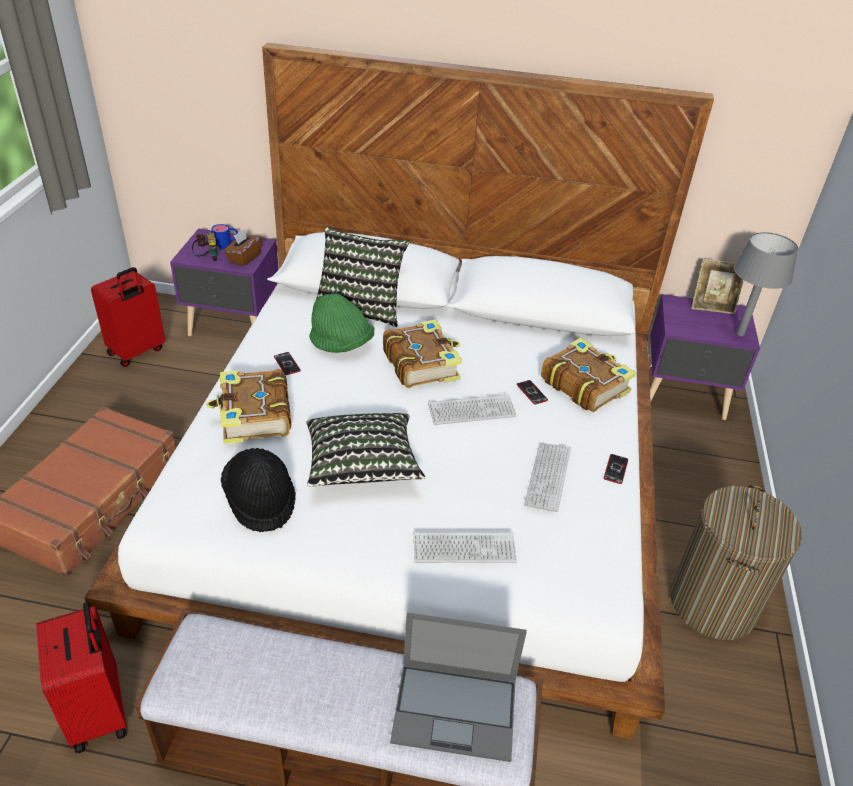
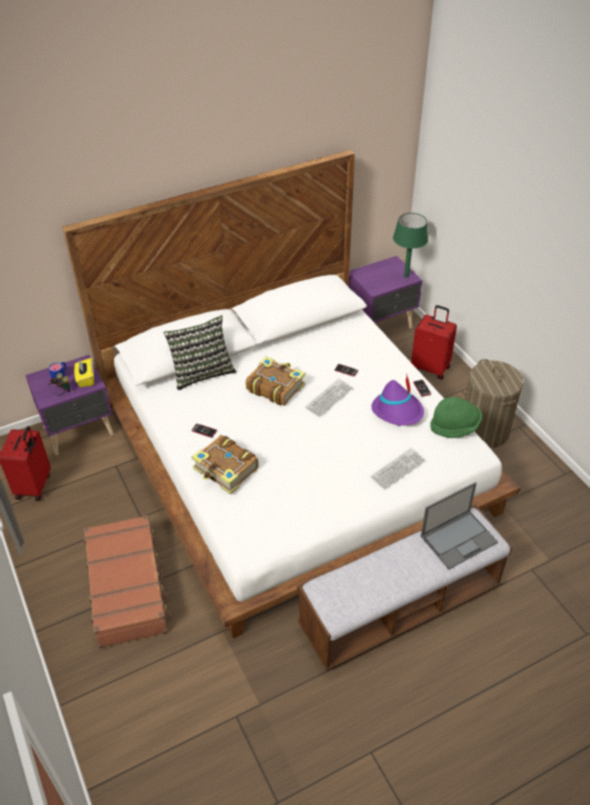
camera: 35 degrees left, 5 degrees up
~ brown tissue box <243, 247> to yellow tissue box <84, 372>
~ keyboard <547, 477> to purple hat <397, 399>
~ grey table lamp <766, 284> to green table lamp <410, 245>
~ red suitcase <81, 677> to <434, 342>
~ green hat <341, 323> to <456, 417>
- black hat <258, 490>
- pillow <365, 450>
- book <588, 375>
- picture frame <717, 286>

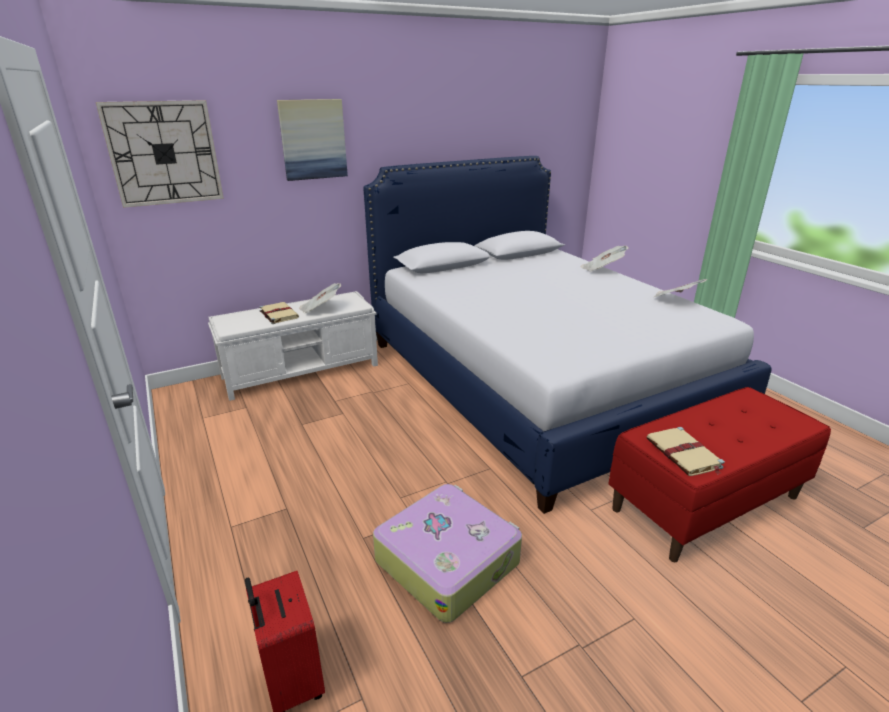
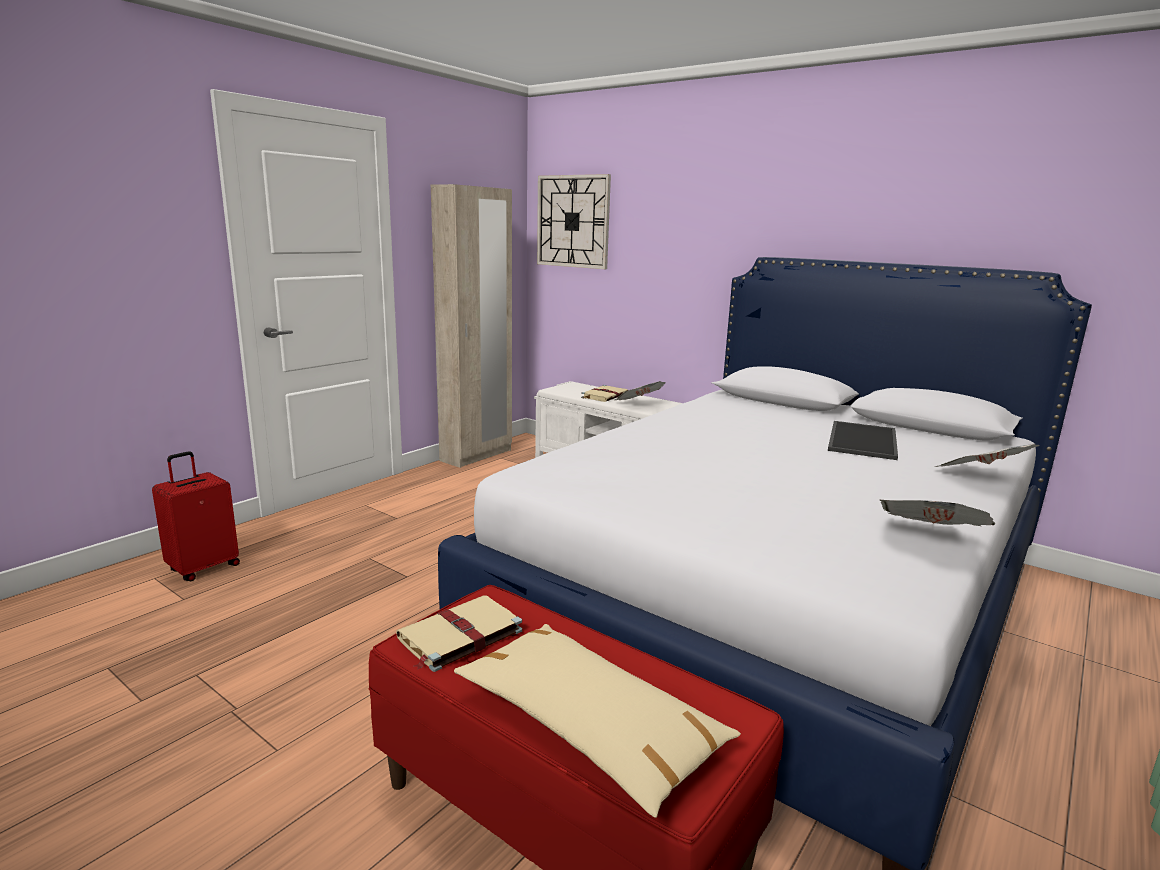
camera: 65 degrees right, 10 degrees down
+ beige wardrobe <471, 326>
+ beige pillow <597, 721>
+ tray <863, 440>
- picture <312, 140>
- suitcase <447, 553>

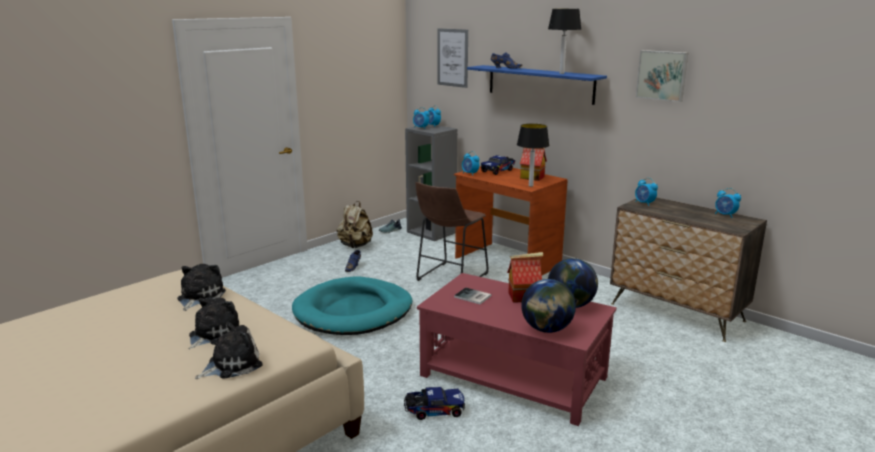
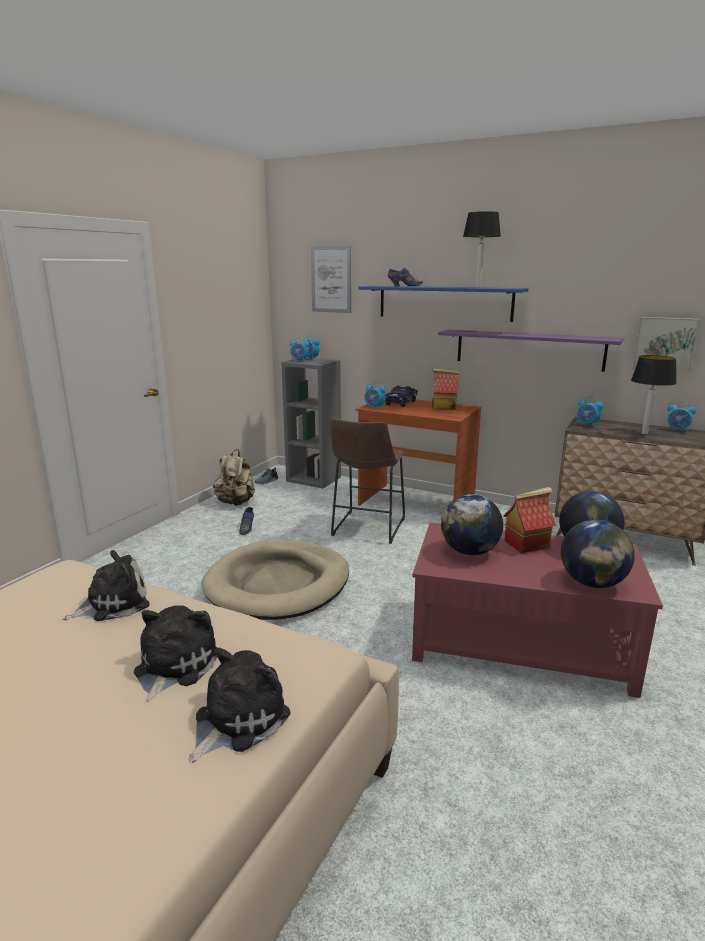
camera: 15 degrees left, 0 degrees up
~ plush toy <201, 287> = <106, 585> 60 degrees clockwise
~ turquoise dog bed <352, 306> to beige dog bed <275, 579>
+ purple shelf <531, 350>
~ book <473, 296> to globe <472, 524>
~ table lamp <533, 155> to <654, 394>
~ picture <662, 76> to <666, 345>
- toy truck <434, 403>

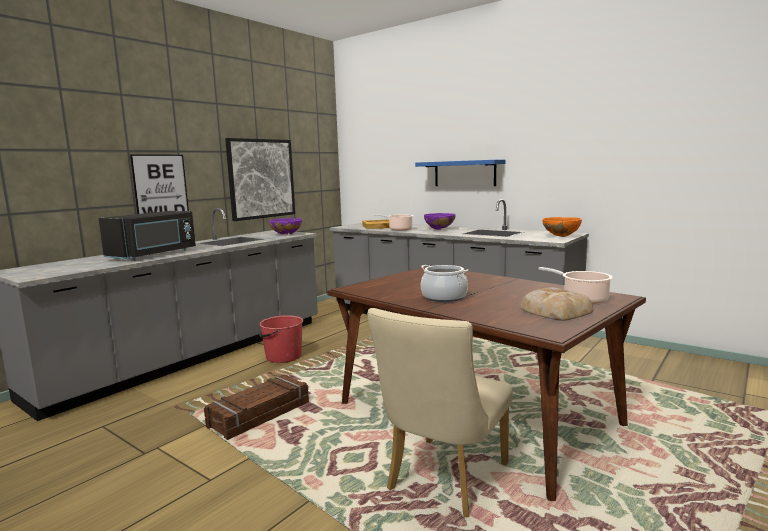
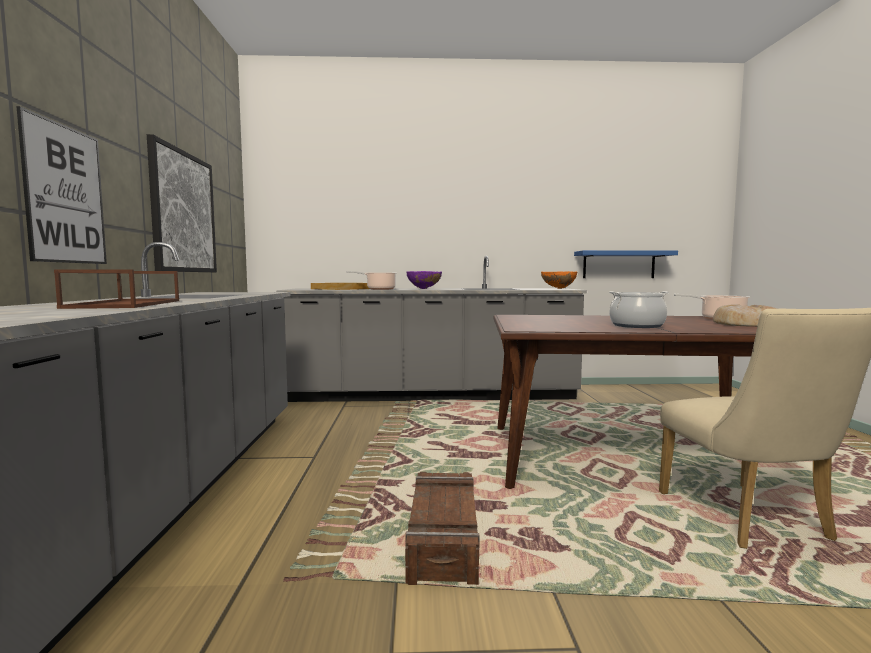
camera: 40 degrees left, 5 degrees down
~ black microwave <147, 235> to brown tray <116, 289>
~ blue shelf <460, 173> to <626, 264>
- red bucket <281, 339>
- purple bowl <285, 226>

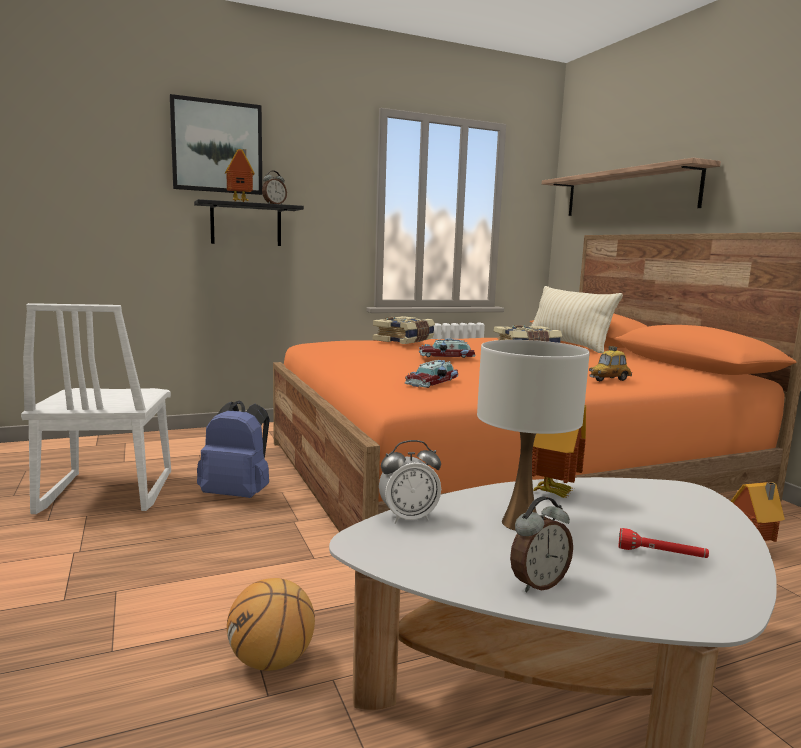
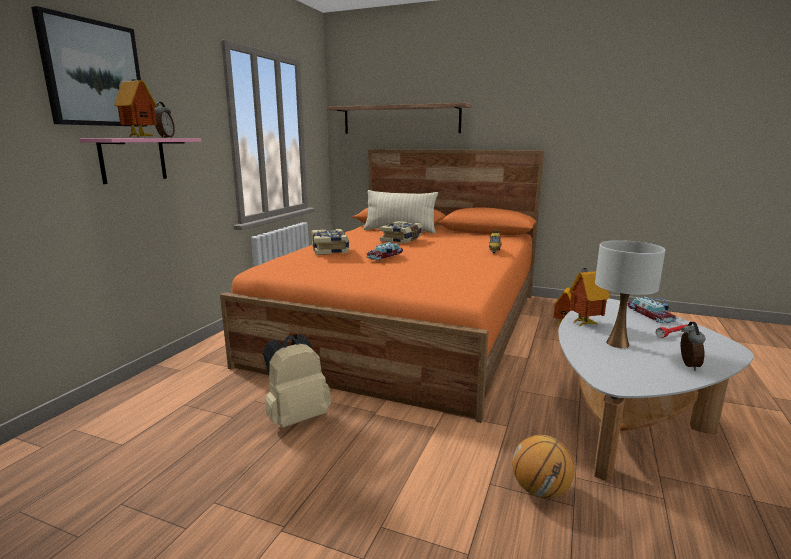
camera: 45 degrees left, 5 degrees up
~ black shelf <249, 222> to pink shelf <140, 161>
~ blue backpack <233, 449> to beige backpack <297, 381>
~ toy car <431, 374> to <652, 309>
- white chair <96, 408>
- alarm clock <410, 482>

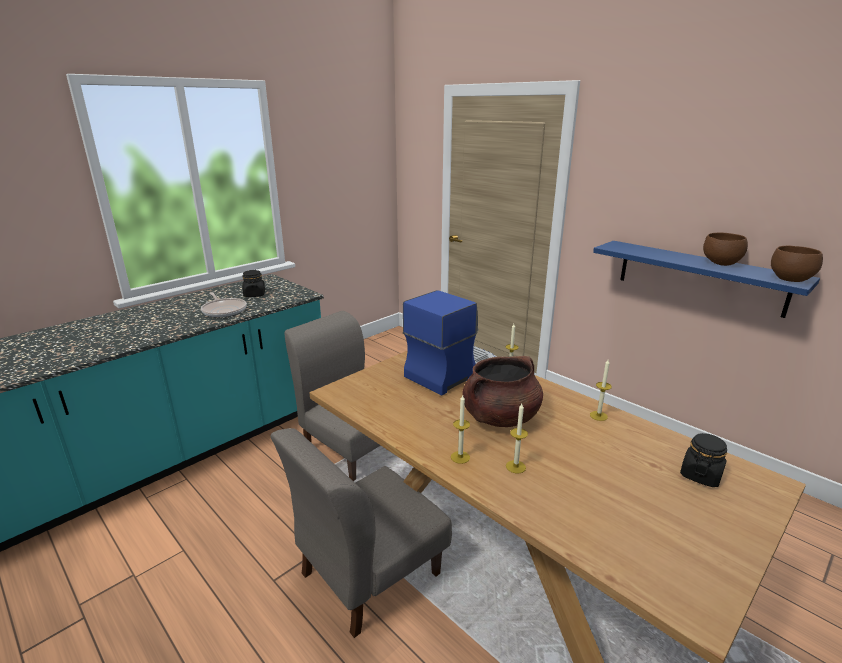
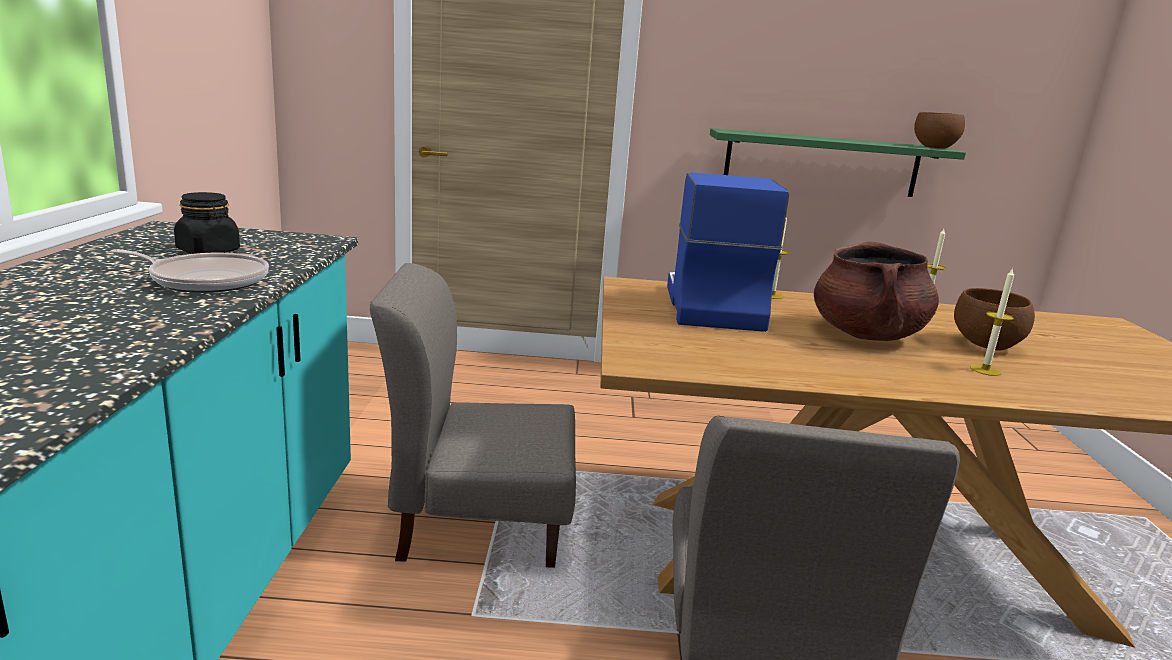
camera: 45 degrees left, 5 degrees down
~ blue shelf <706, 279> to green shelf <838, 162>
~ brown bowl <725, 249> to <994, 319>
- candle <460, 429>
- black jar <703, 460>

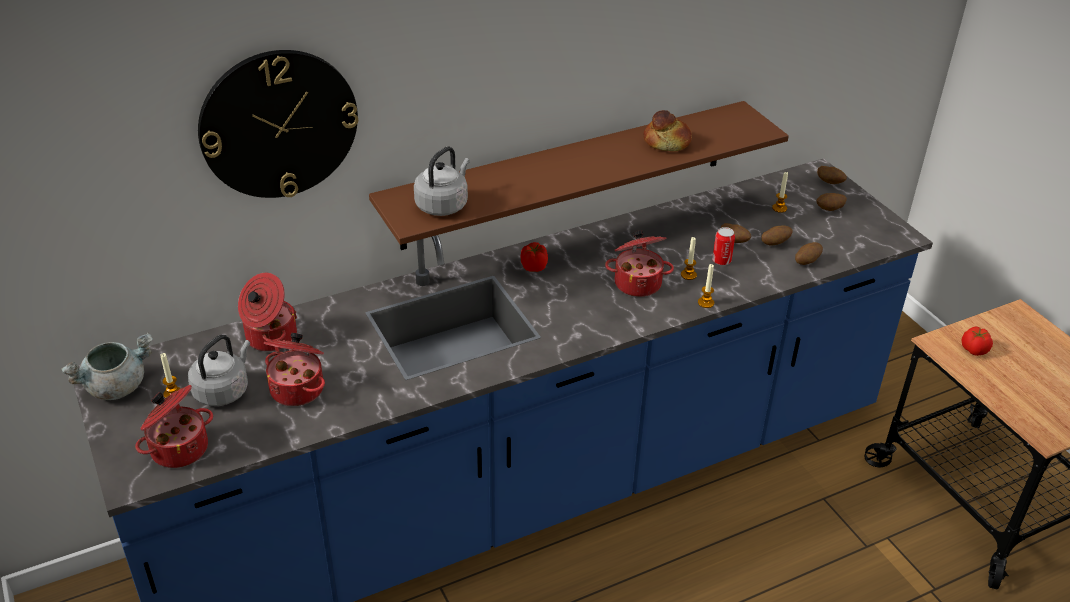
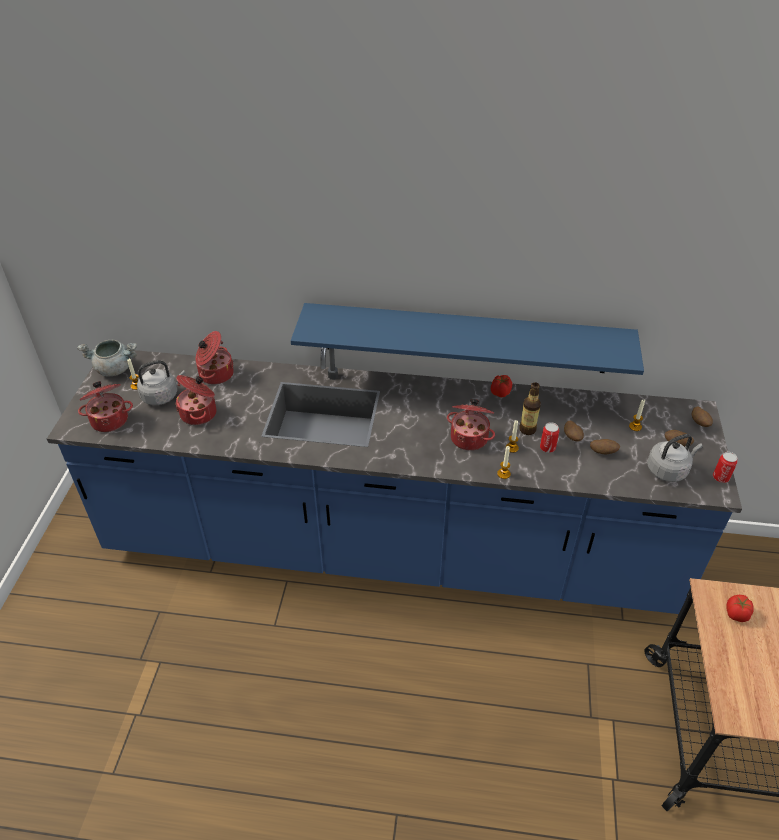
camera: 35 degrees right, 5 degrees up
~ brown shelf <579, 175> to blue shelf <467, 339>
~ tomato <534, 257> to <501, 386>
+ bottle <530, 408>
~ grey kettle <442, 181> to <675, 458>
+ can <725, 467>
- wall clock <278, 124>
- bread <667, 130>
- potato <809, 253>

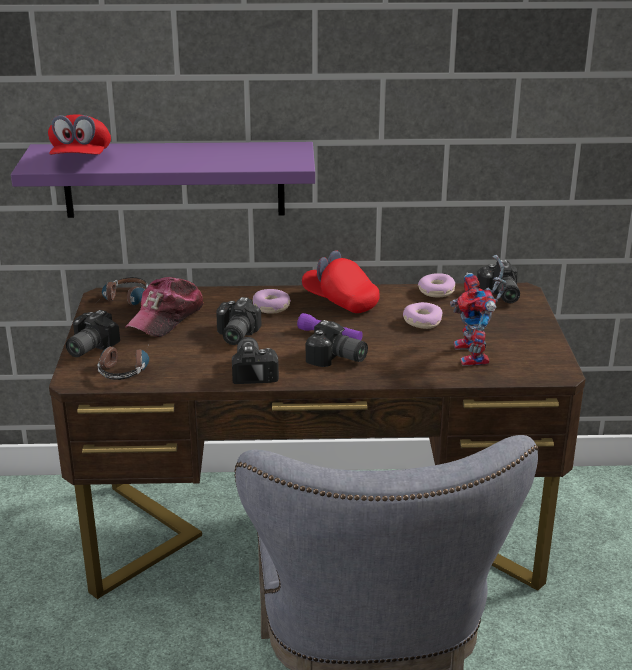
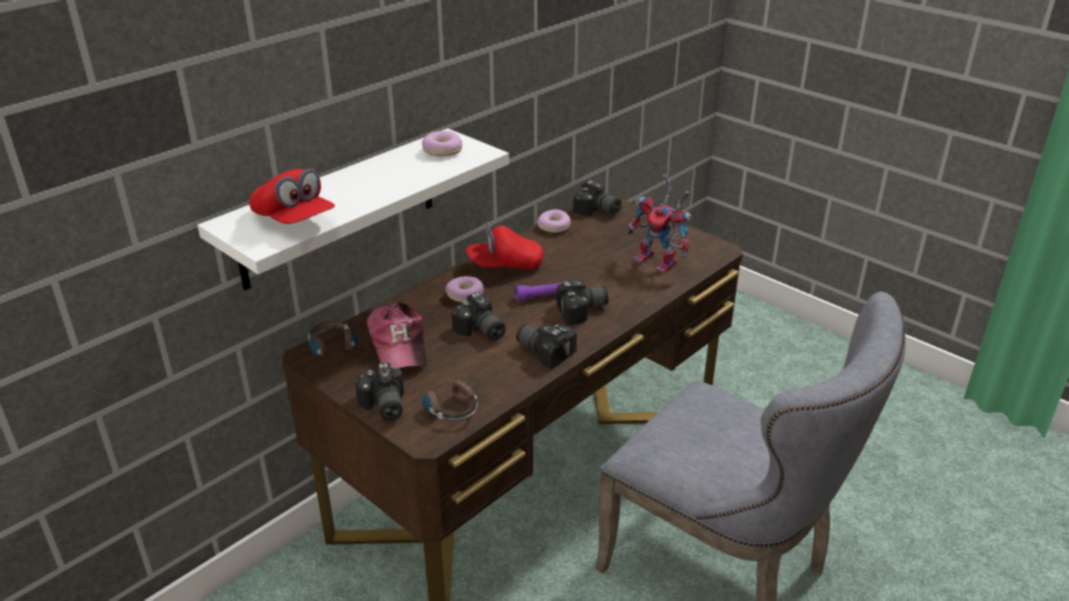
camera: 45 degrees left, 5 degrees up
~ purple shelf <163, 180> to white shelf <353, 209>
~ donut <423, 315> to <442, 143>

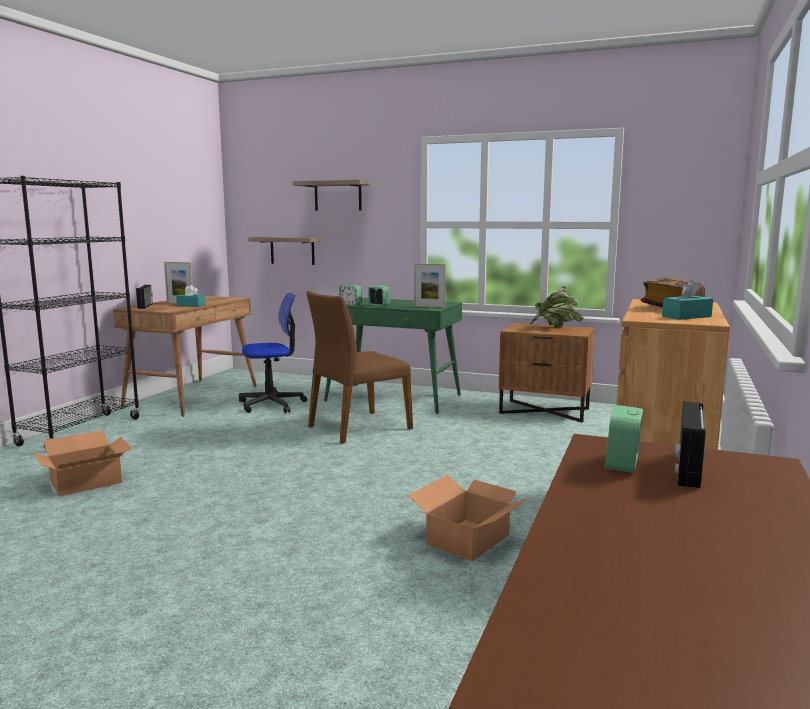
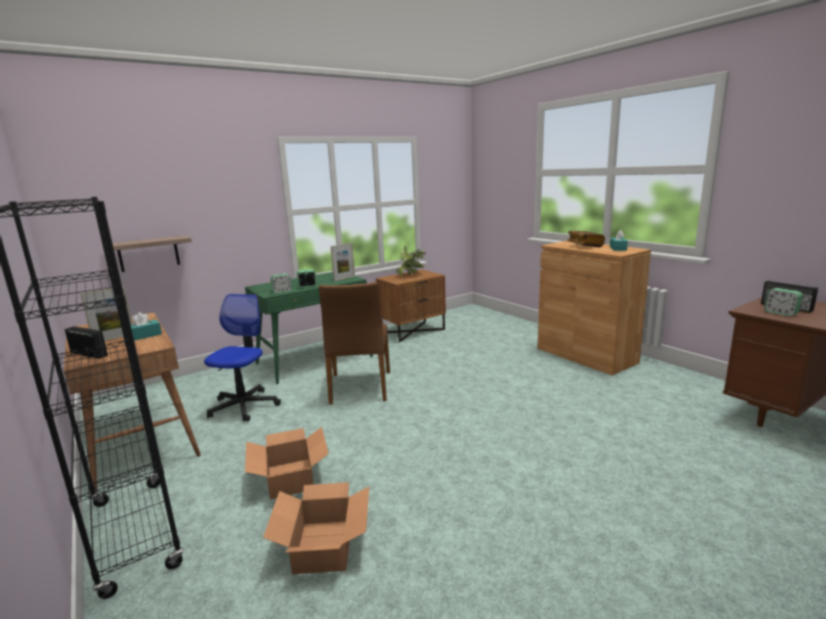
camera: 55 degrees left, 5 degrees up
~ cardboard box <469, 518> to <287, 463>
- shelf <332, 195>

